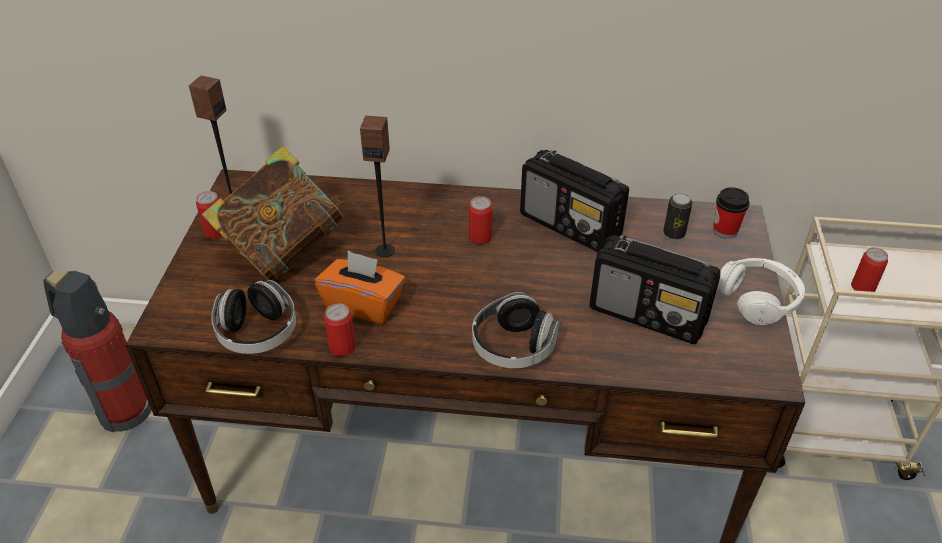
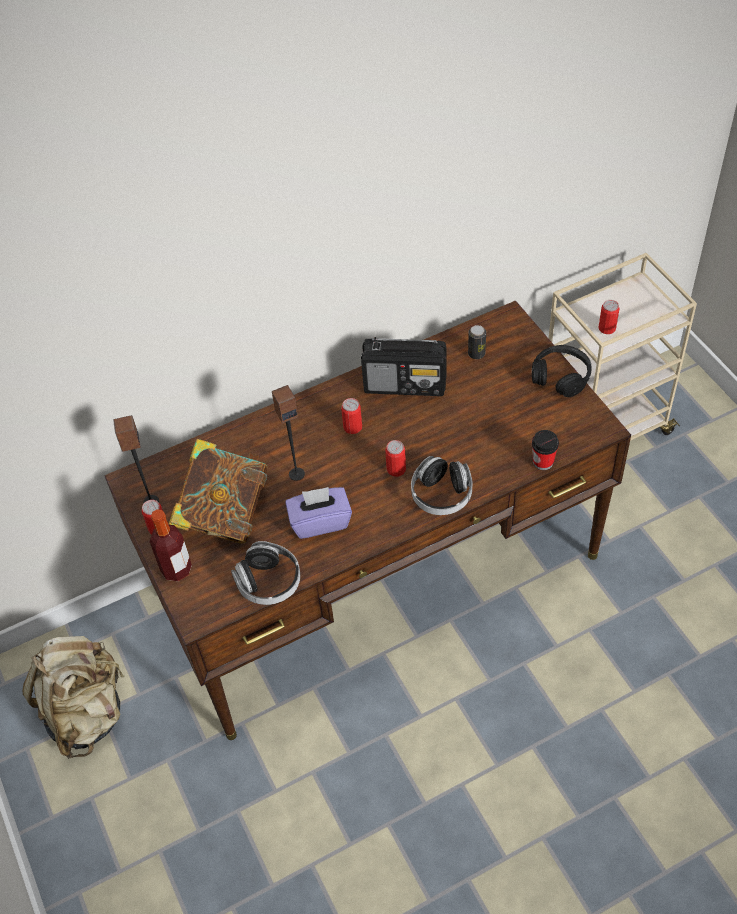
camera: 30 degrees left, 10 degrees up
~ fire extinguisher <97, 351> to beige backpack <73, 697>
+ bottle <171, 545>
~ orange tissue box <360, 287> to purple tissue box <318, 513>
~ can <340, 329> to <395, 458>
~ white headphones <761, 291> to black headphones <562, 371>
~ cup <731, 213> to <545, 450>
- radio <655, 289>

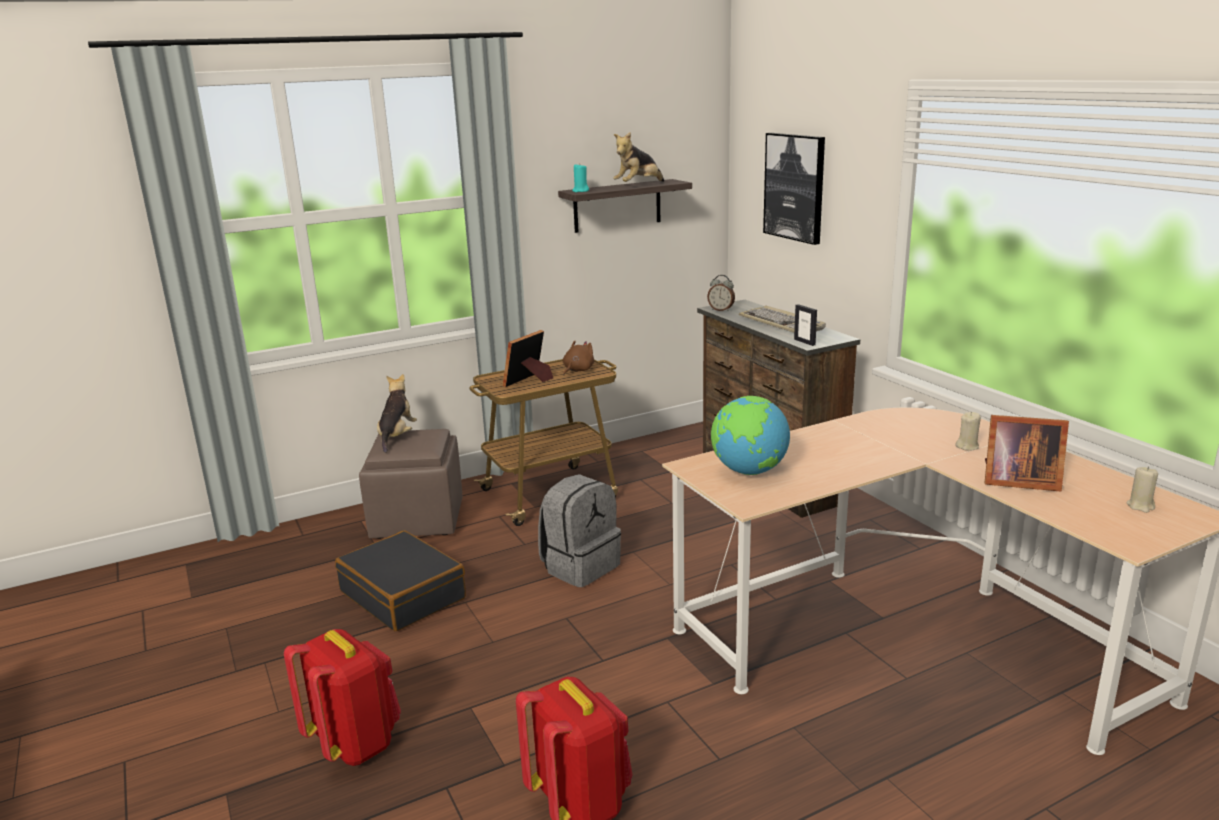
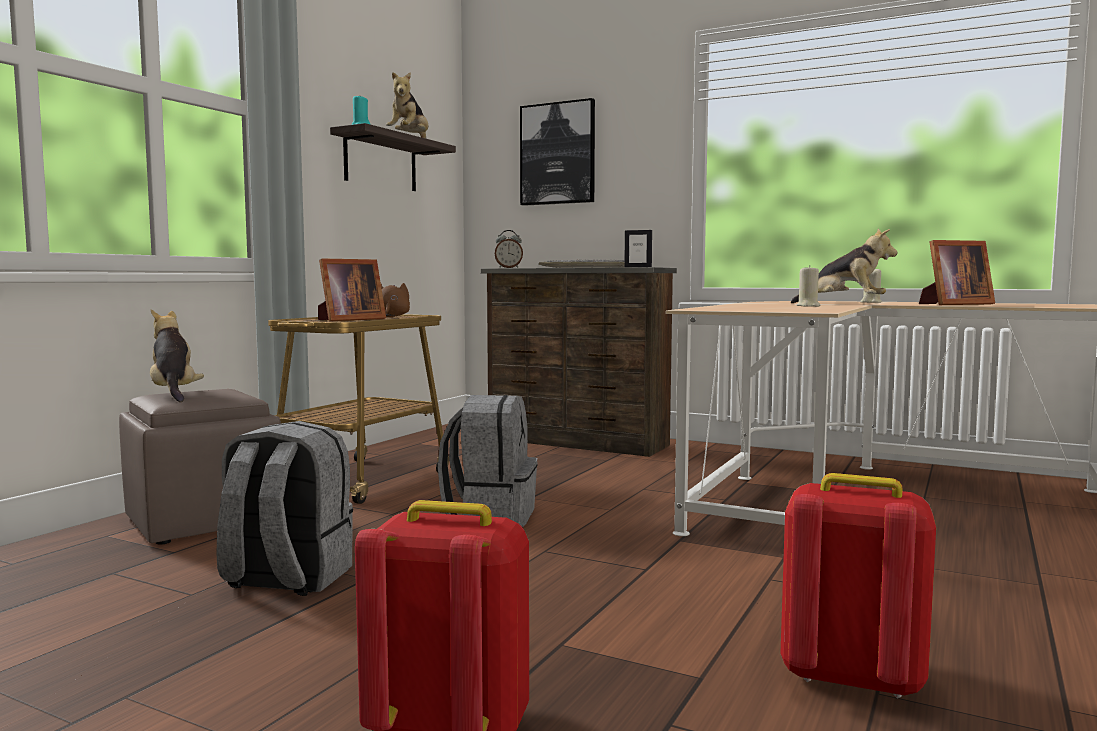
camera: 35 degrees left, 15 degrees down
~ black suitcase <400, 581> to grey backpack <284, 508>
~ picture frame <528, 358> = <352, 289> 135 degrees counterclockwise
+ plush toy <844, 265>
~ beige candle <1142, 489> to <809, 286>
- globe <750, 435>

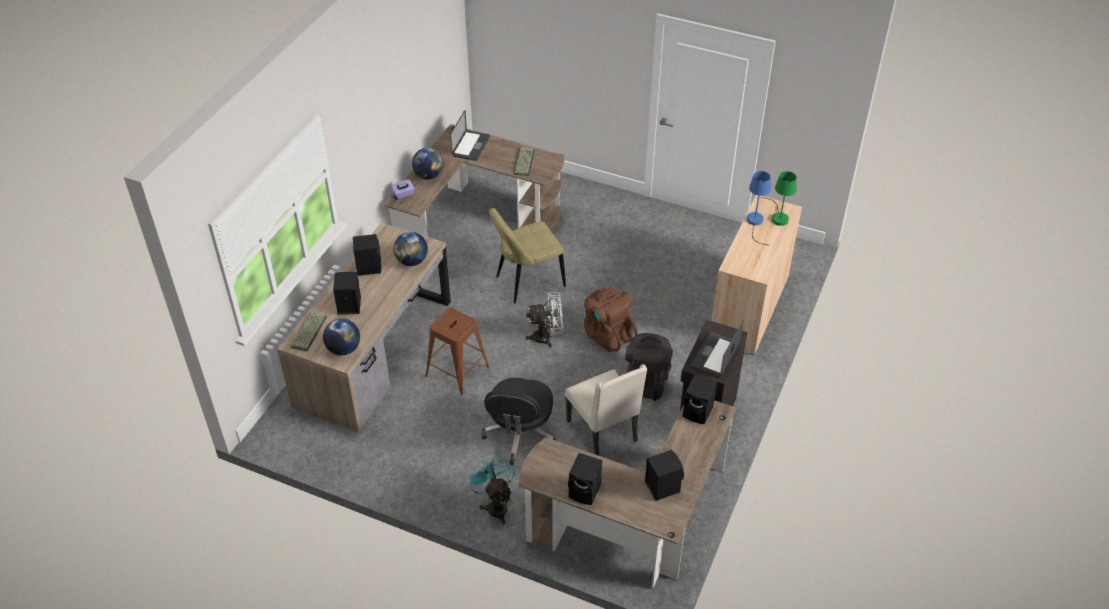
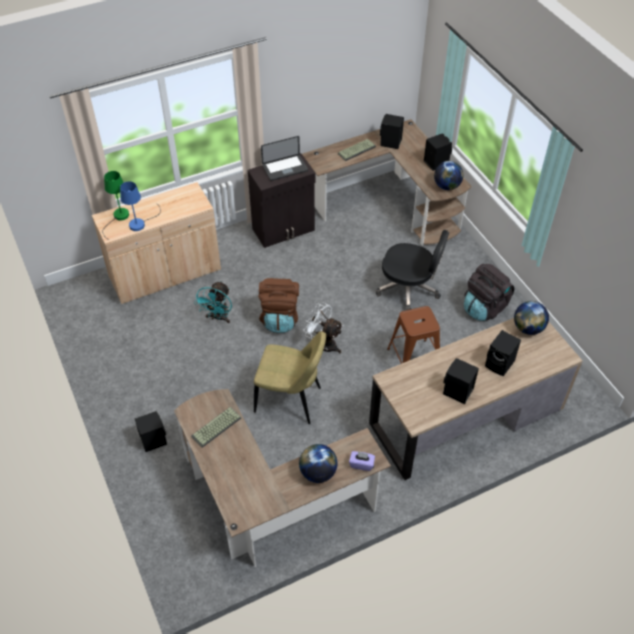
camera: 140 degrees left, 5 degrees up
~ black speaker <700, 399> to <151, 431>
~ turquoise fan <491, 490> to <213, 302>
~ keyboard <309, 331> to <357, 150>
~ black office chair <519, 422> = <412, 270> 60 degrees clockwise
~ globe <410, 249> to <448, 175>
~ black backpack <649, 367> to <489, 292>
- laptop <470, 135>
- beige chair <606, 410>

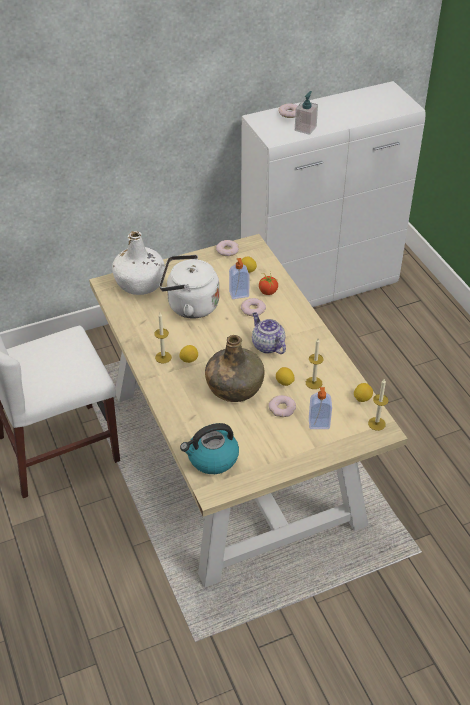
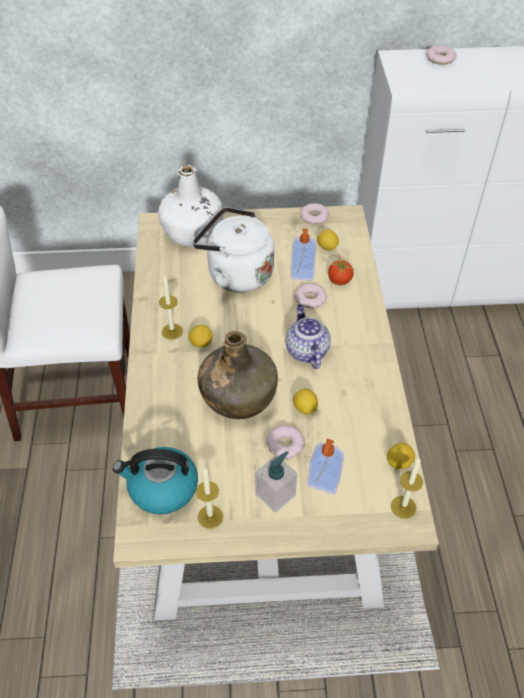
camera: 20 degrees right, 5 degrees up
~ candle <314, 363> to <209, 498>
~ soap dispenser <306, 113> to <276, 482>

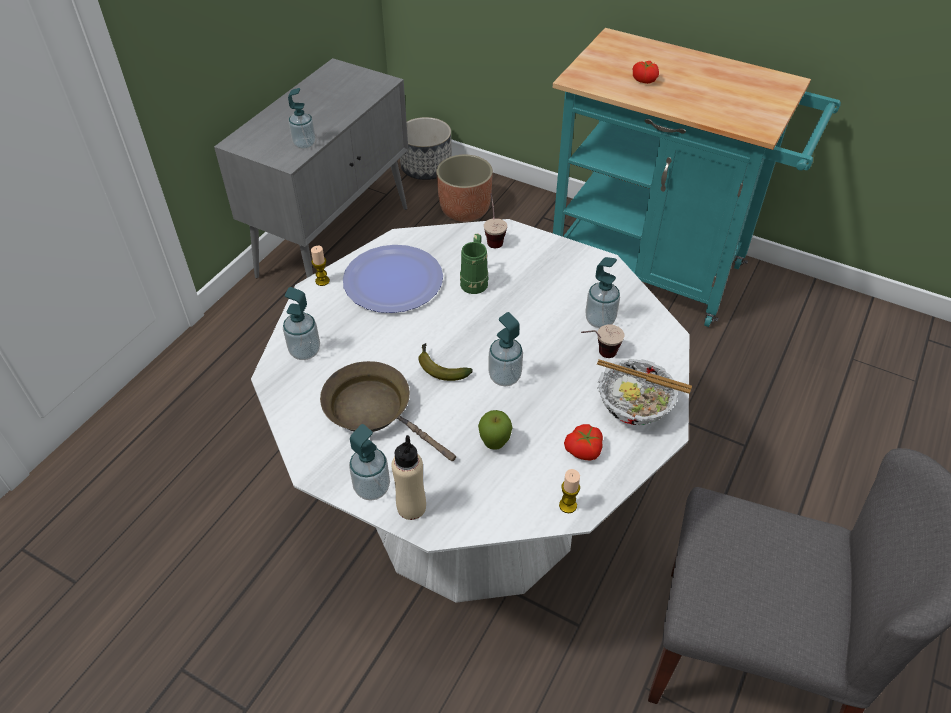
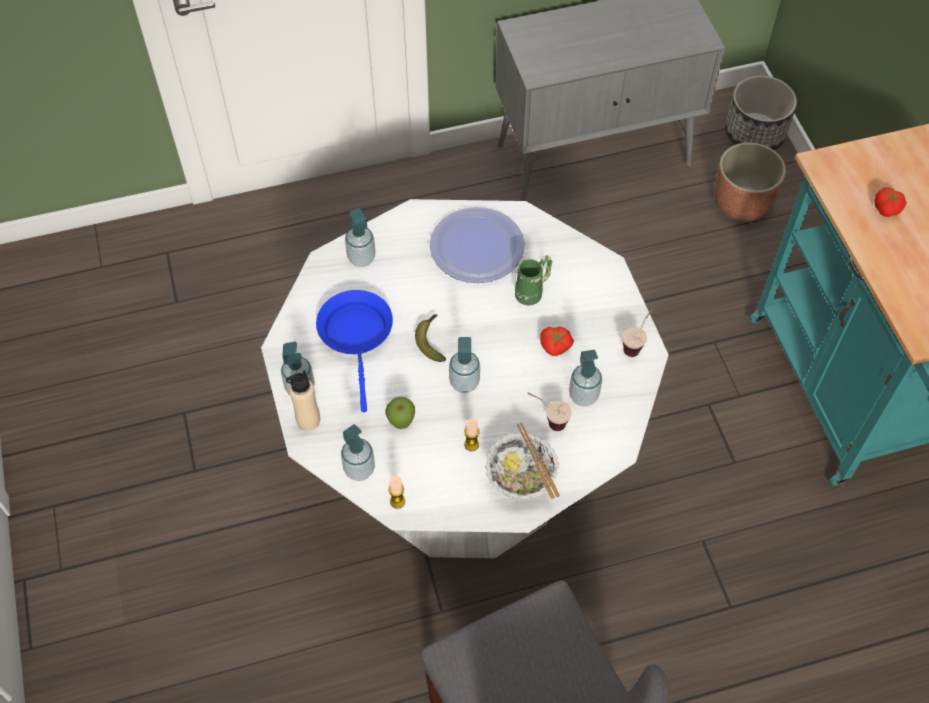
camera: 45 degrees right, 10 degrees up
~ brown frying pan <388, 411> to blue frying pan <354, 351>
~ soap dispenser <302, 118> to <358, 452>
~ candle <320, 266> to <472, 435>
~ tomato <583, 442> to <557, 341>
~ cup <495, 220> to <638, 331>

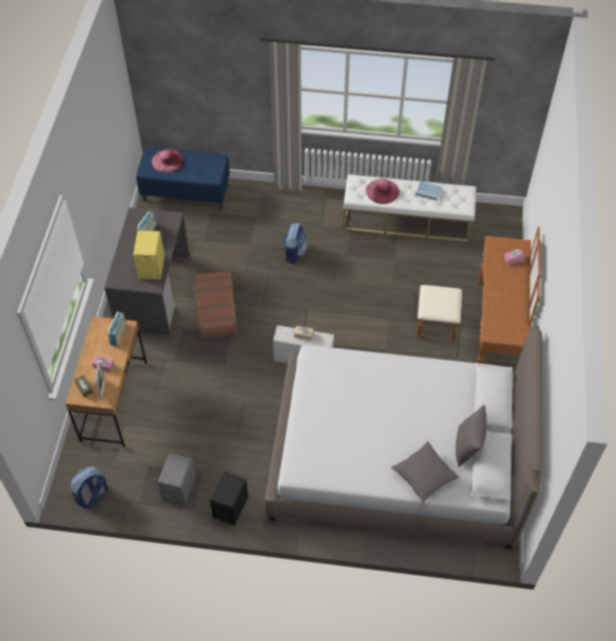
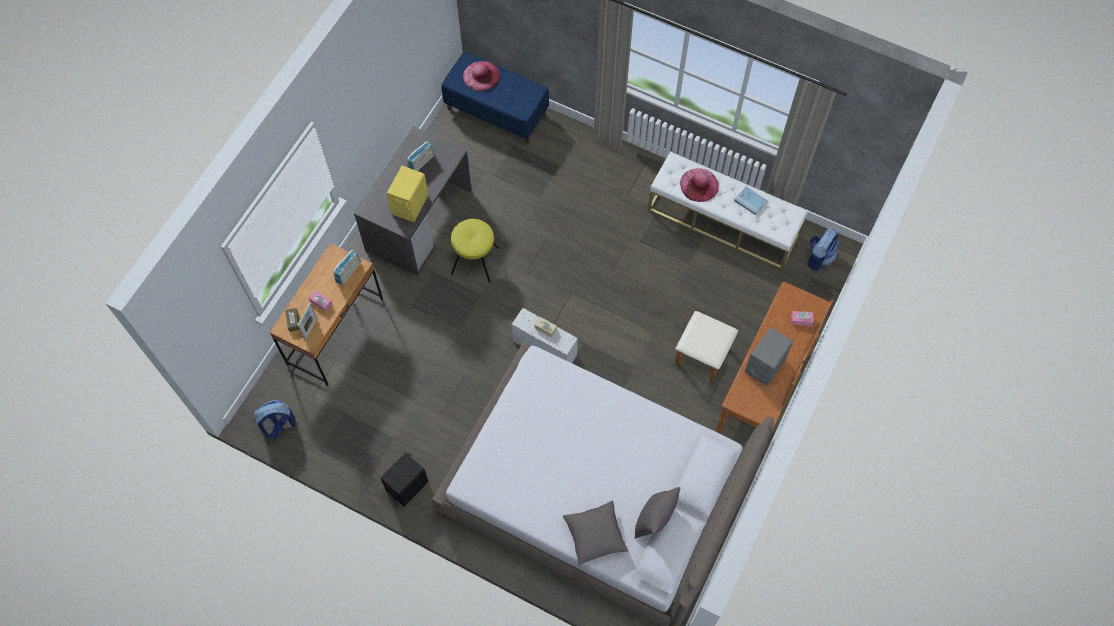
camera: 20 degrees right, 10 degrees up
~ brown suitcase <215, 304> to yellow stool <475, 251>
~ grey speaker <177, 479> to <769, 356>
~ backpack <294, 243> to <823, 250>

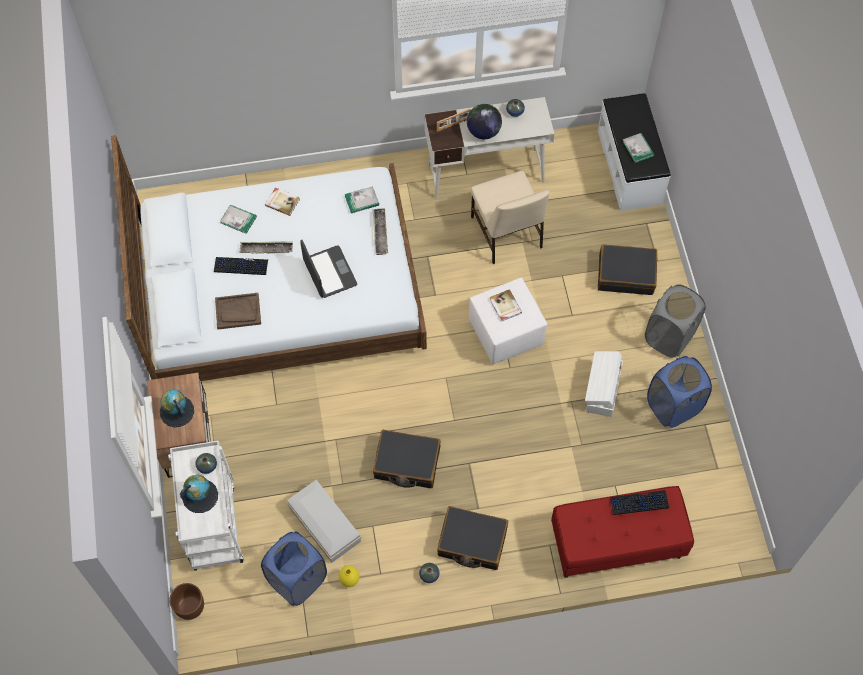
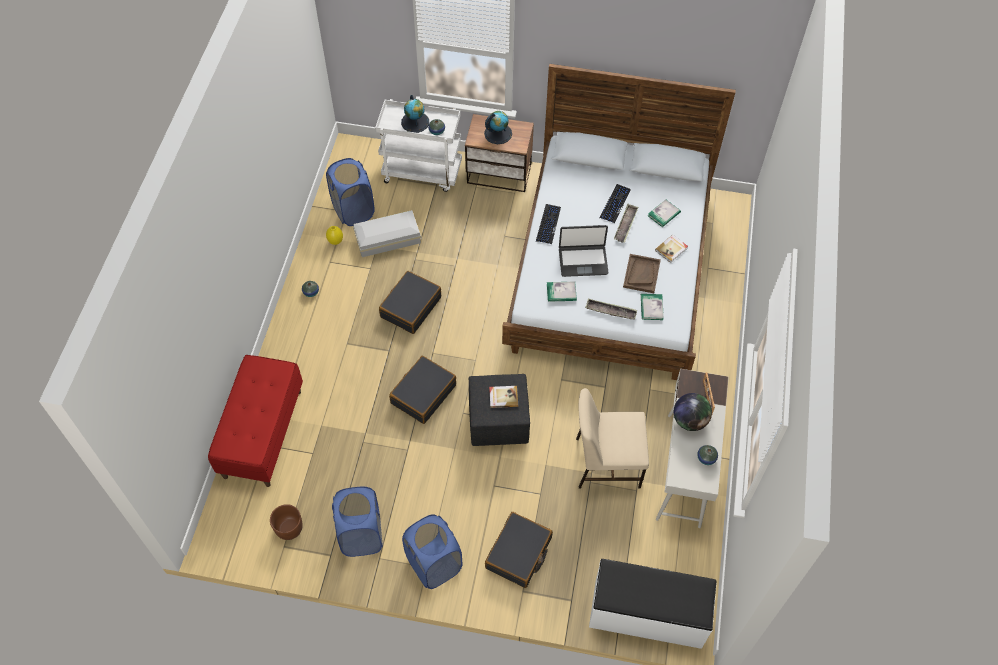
camera: 110 degrees right, 5 degrees down
~ brown planter <186, 601> to <286, 522>
~ black suitcase <472, 538> to <422, 390>
~ grey laundry basket <675, 321> to blue laundry basket <432, 551>
~ white ottoman <508, 321> to black ottoman <499, 410>
~ keyboard <639, 502> to <548, 224>
~ book <638, 148> to <562, 291>
~ brown tray <238, 311> to <642, 273>
- white storage box <604, 384>

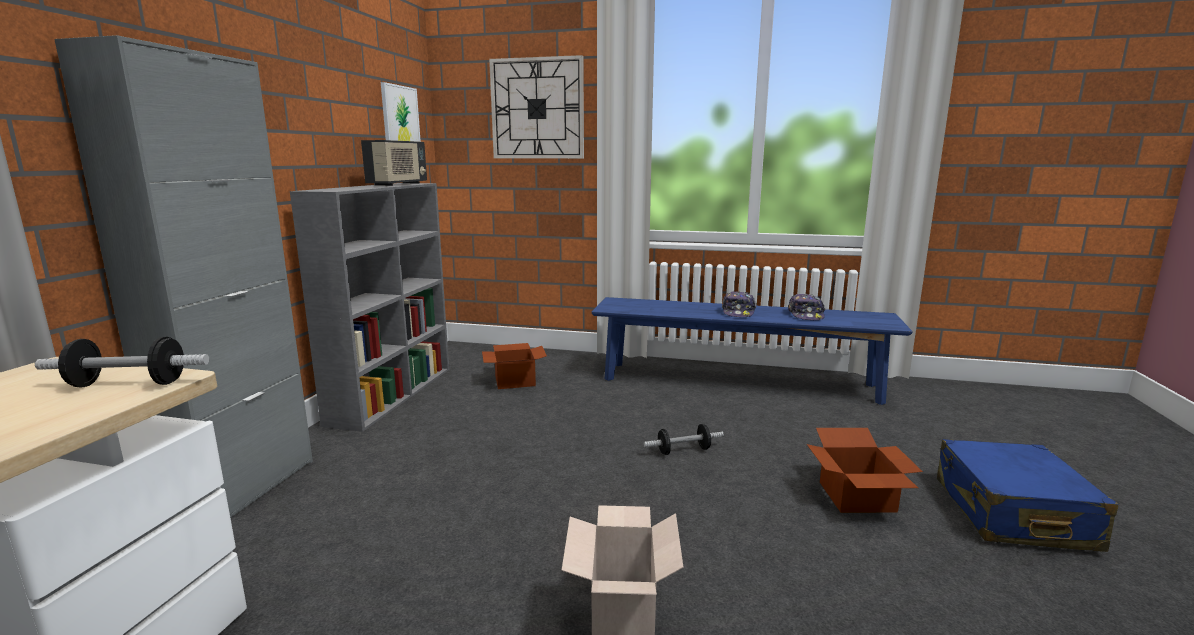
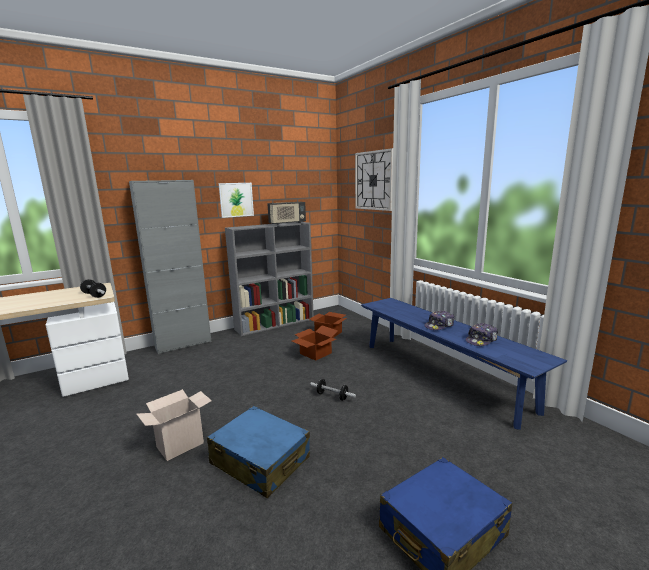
camera: 45 degrees right, 0 degrees up
+ blue suitcase <258, 452>
~ picture <401, 112> to <236, 200>
~ cardboard box <865, 470> to <315, 343>

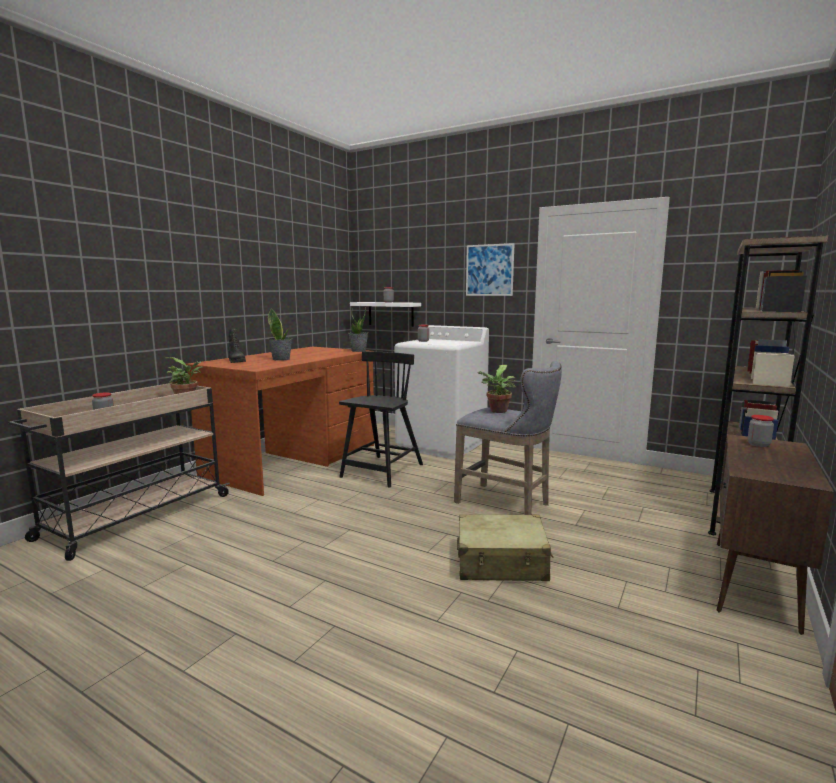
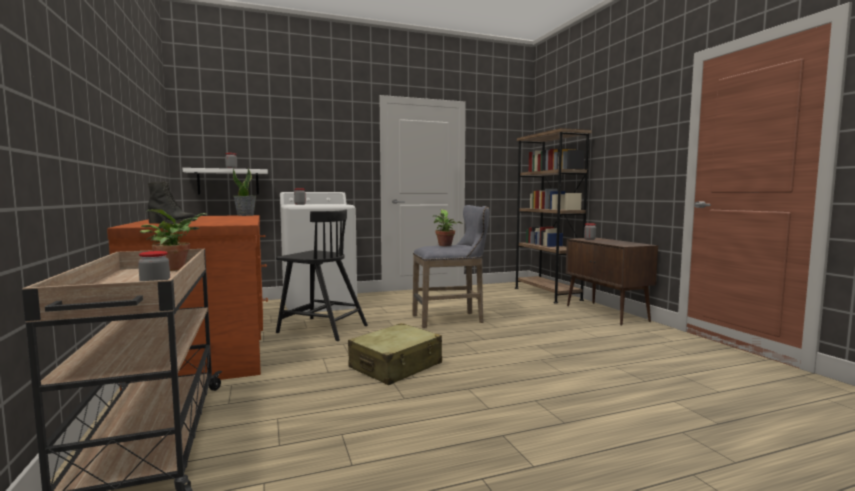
camera: 50 degrees left, 5 degrees down
~ black chair <381, 419> = <322, 275> 135 degrees clockwise
~ beige suitcase <505, 547> to <395, 354>
- potted plant <280, 335>
- picture <490, 269>

